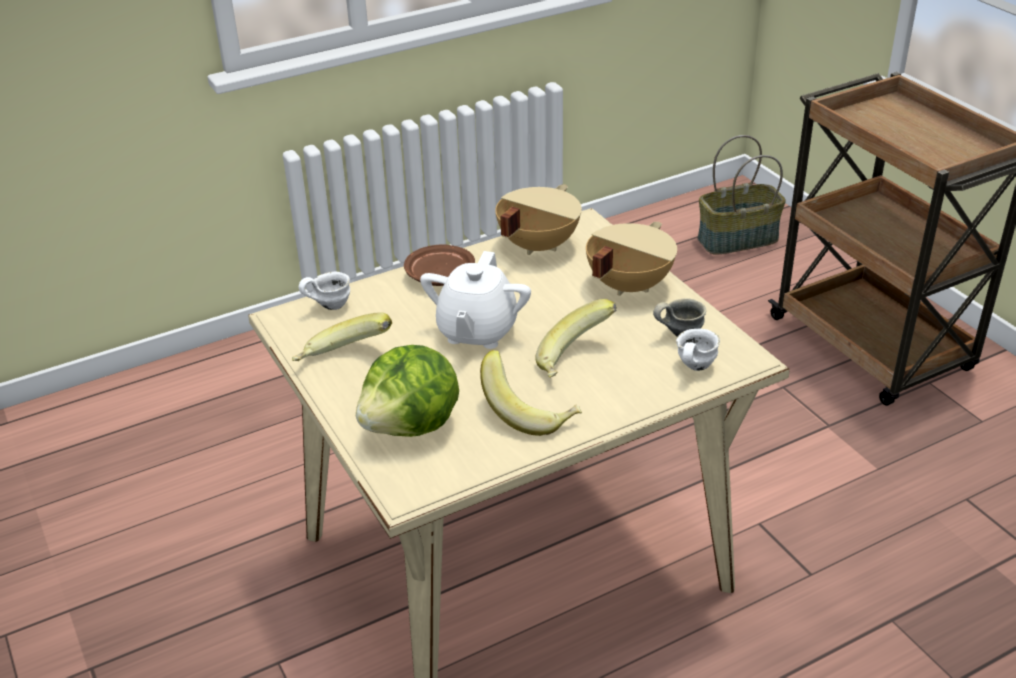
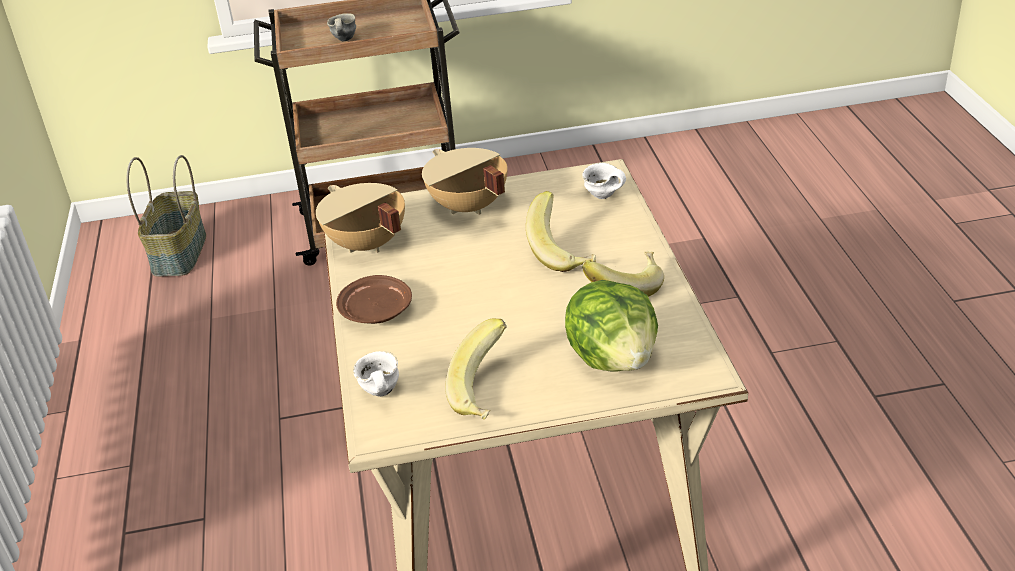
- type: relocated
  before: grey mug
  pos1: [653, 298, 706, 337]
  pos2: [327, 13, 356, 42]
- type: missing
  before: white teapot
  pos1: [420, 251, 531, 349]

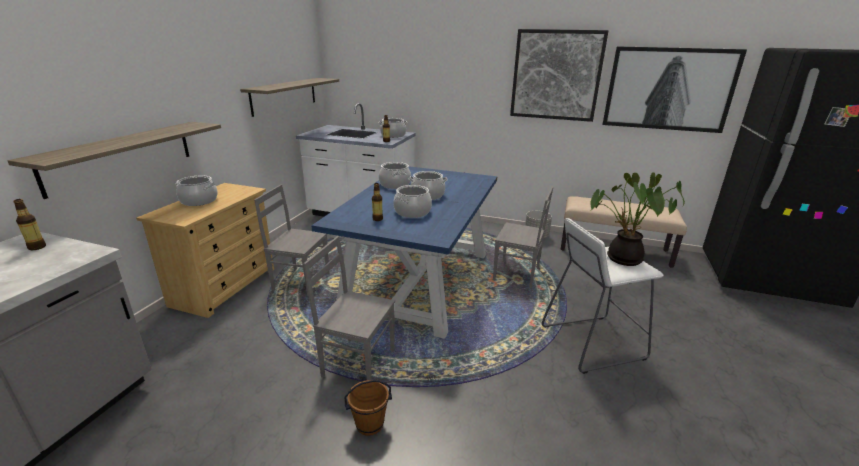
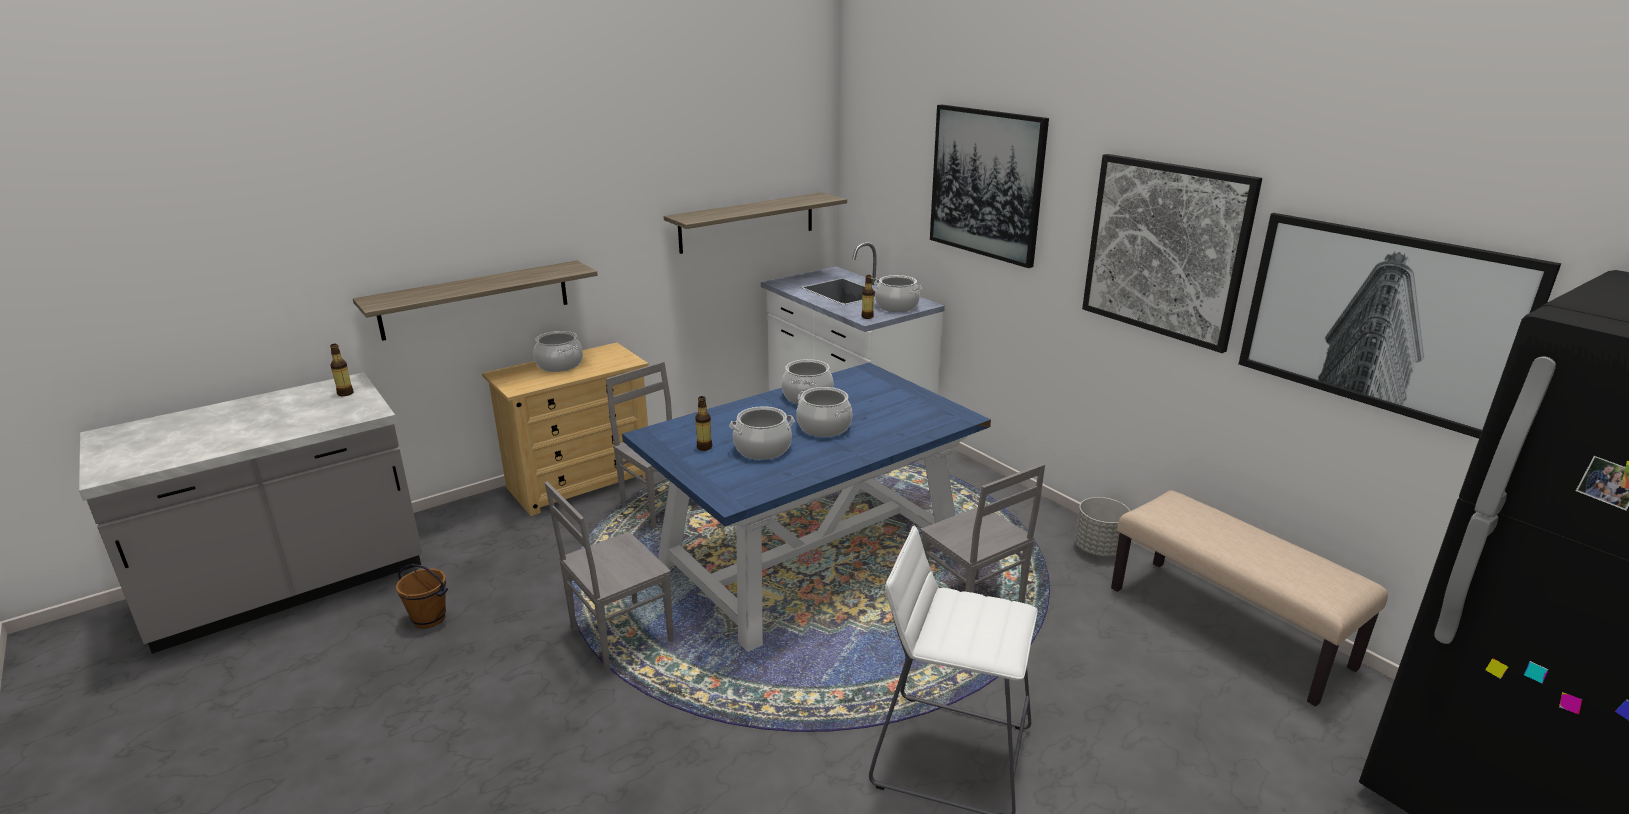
- type: relocated
  before: brown bucket
  pos1: [344, 380, 392, 436]
  pos2: [396, 564, 448, 629]
- type: spun
  before: grey chair
  pos1: [304, 236, 395, 380]
  pos2: [545, 482, 674, 672]
  turn: -90
- type: appeared
  after: picture
  pos2: [930, 105, 1049, 268]
- type: missing
  before: potted plant
  pos1: [590, 172, 685, 266]

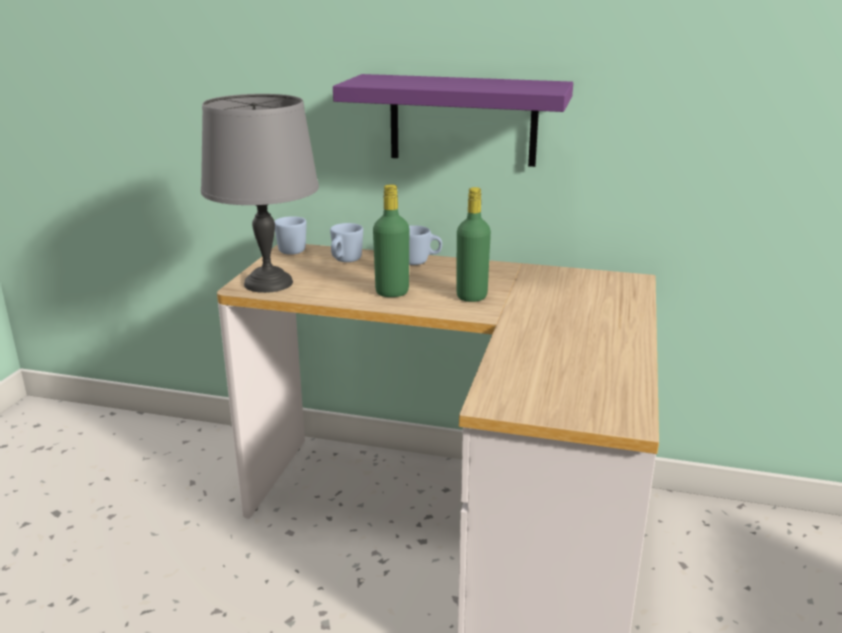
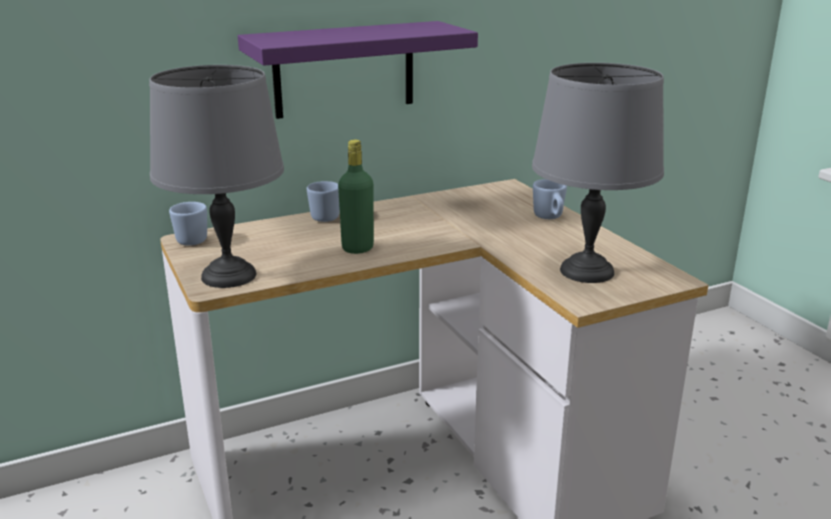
- type: appeared
  after: grey table lamp
  pos2: [532, 63, 664, 283]
- type: relocated
  before: blue mug
  pos1: [330, 223, 363, 262]
  pos2: [533, 179, 567, 219]
- type: missing
  before: green bottle
  pos1: [456, 187, 491, 302]

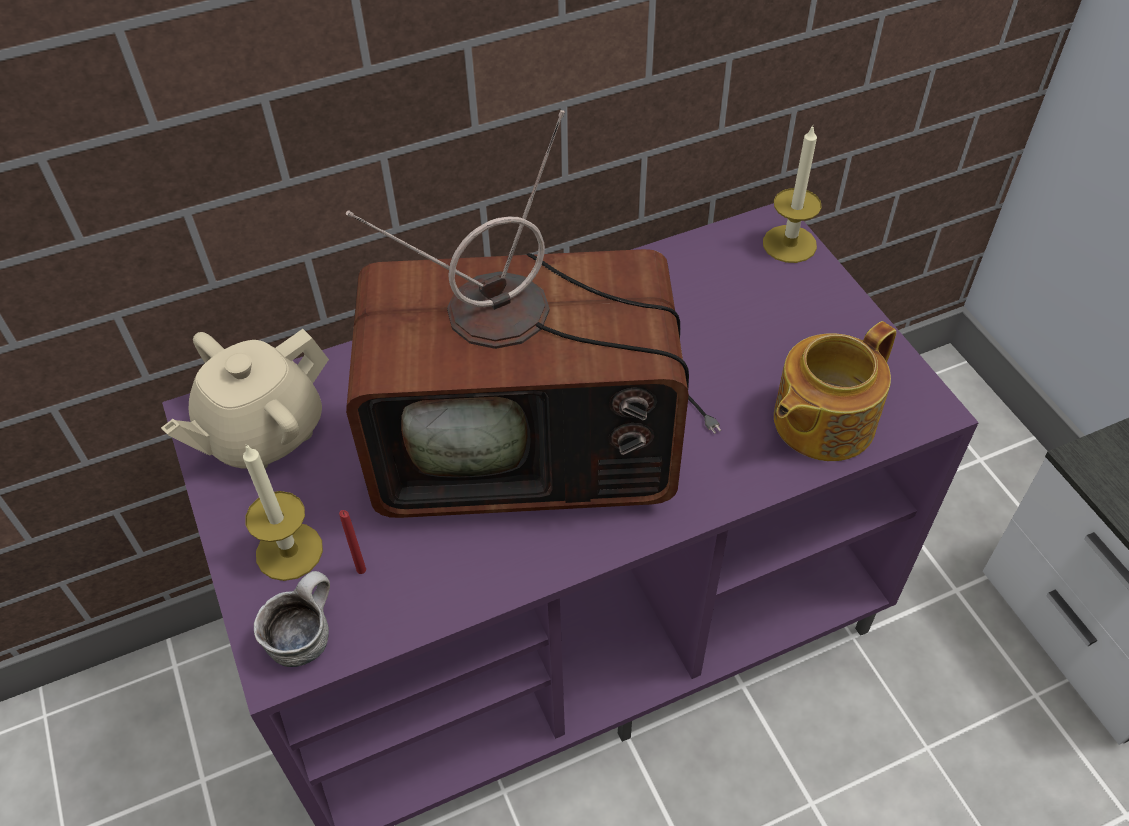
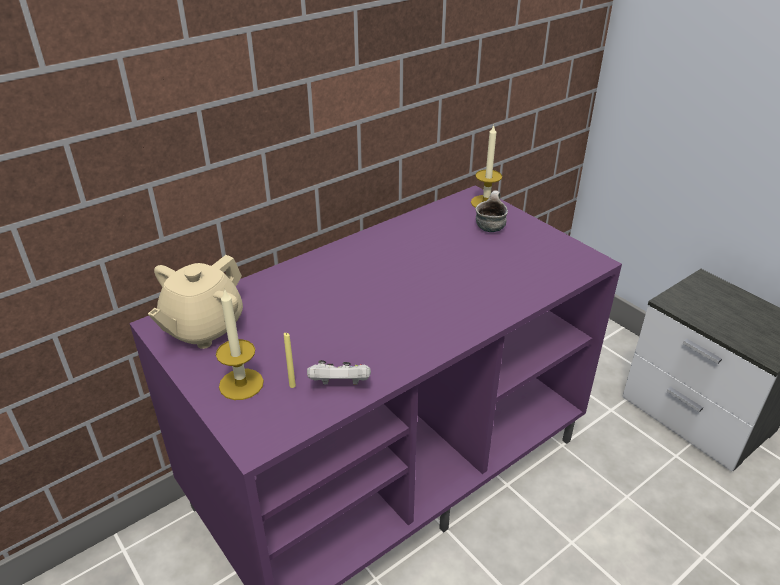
- type: colour
  before: red candle
  after: yellow candle
  pos1: [339, 510, 366, 574]
  pos2: [284, 333, 296, 388]
- type: appeared
  after: white game controller
  pos2: [307, 360, 371, 385]
- type: relocated
  before: mug
  pos1: [254, 571, 330, 667]
  pos2: [475, 191, 508, 232]
- type: missing
  before: television
  pos1: [346, 110, 721, 518]
- type: missing
  before: teapot
  pos1: [774, 321, 897, 461]

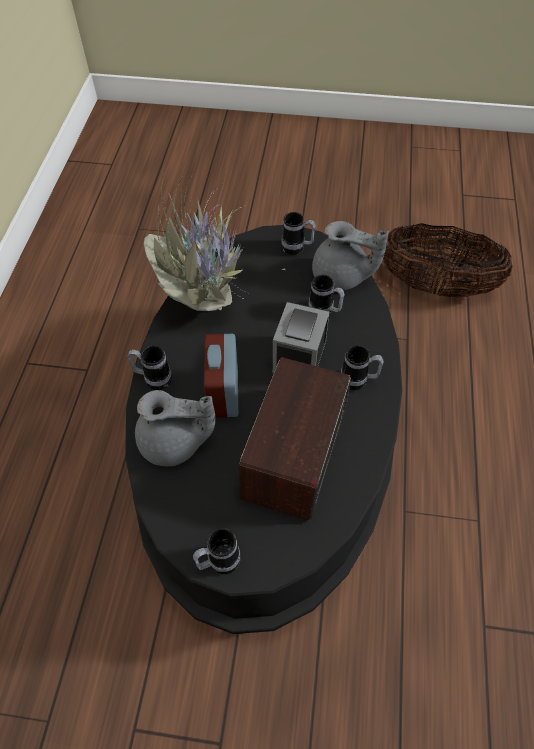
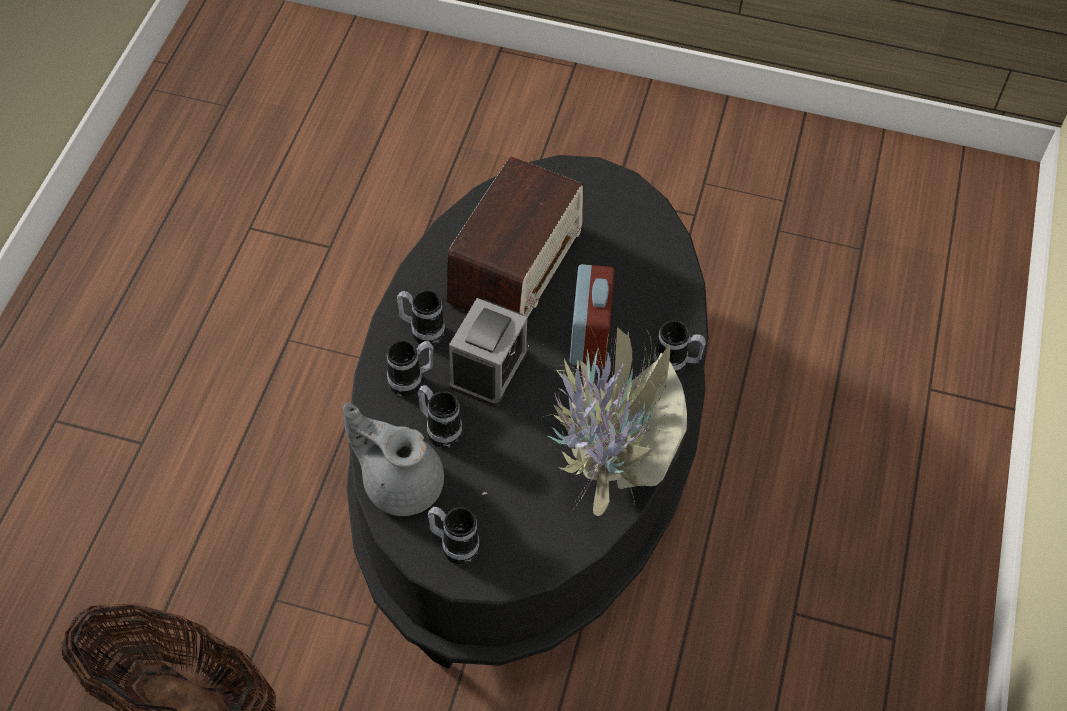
- type: relocated
  before: mug
  pos1: [193, 528, 240, 574]
  pos2: [387, 340, 433, 396]
- type: missing
  before: grey teapot
  pos1: [135, 390, 215, 466]

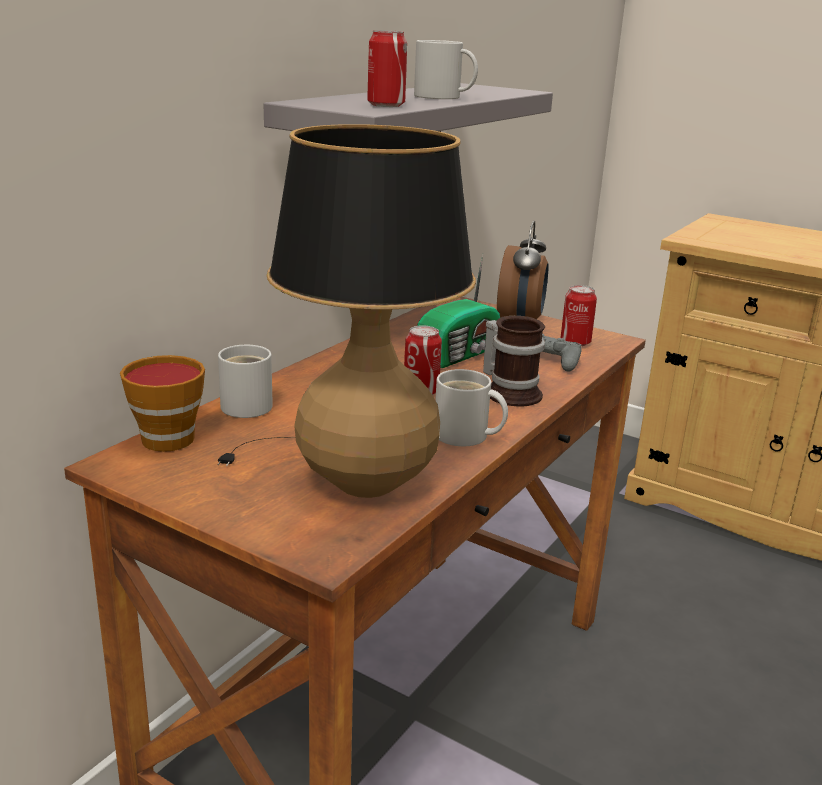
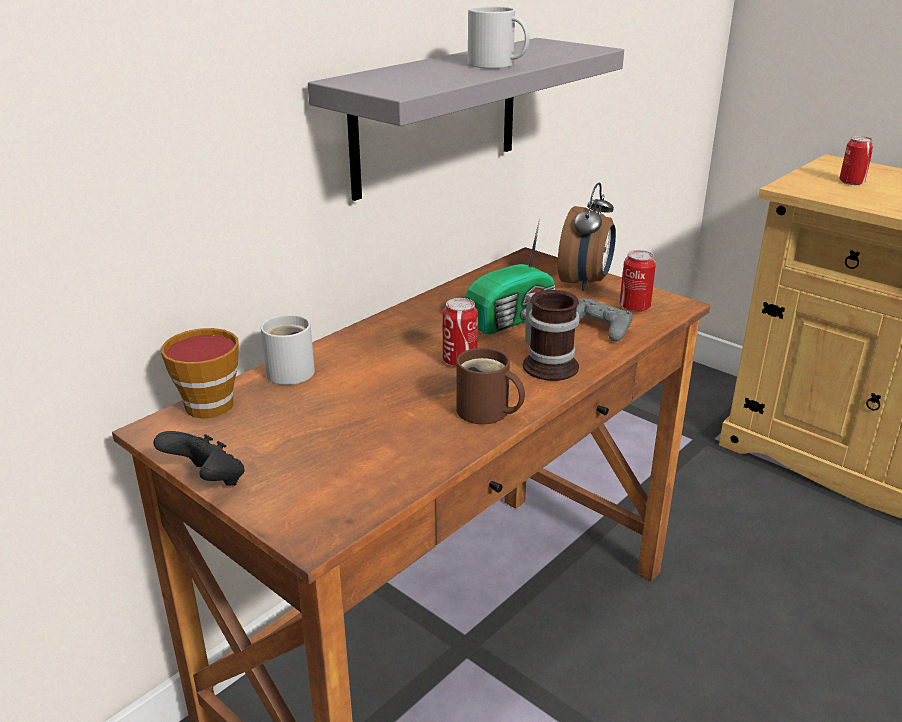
- type: appeared
  after: black game controller
  pos2: [153, 431, 245, 486]
- type: colour
  before: white mug
  after: brown mug
  pos1: [435, 369, 508, 446]
  pos2: [456, 348, 525, 424]
- type: relocated
  before: can
  pos1: [367, 30, 407, 107]
  pos2: [839, 136, 873, 185]
- type: missing
  before: table lamp
  pos1: [218, 124, 476, 498]

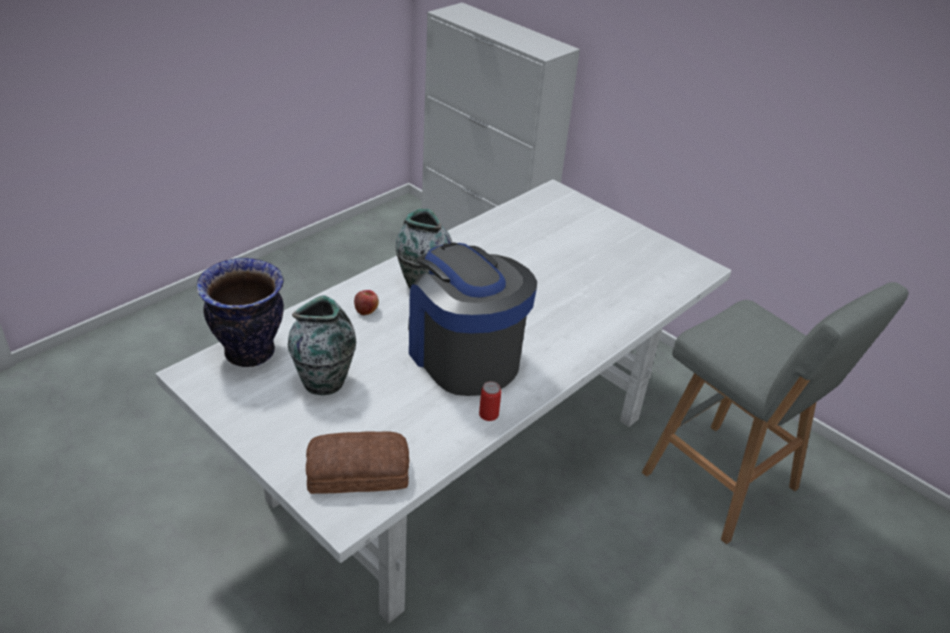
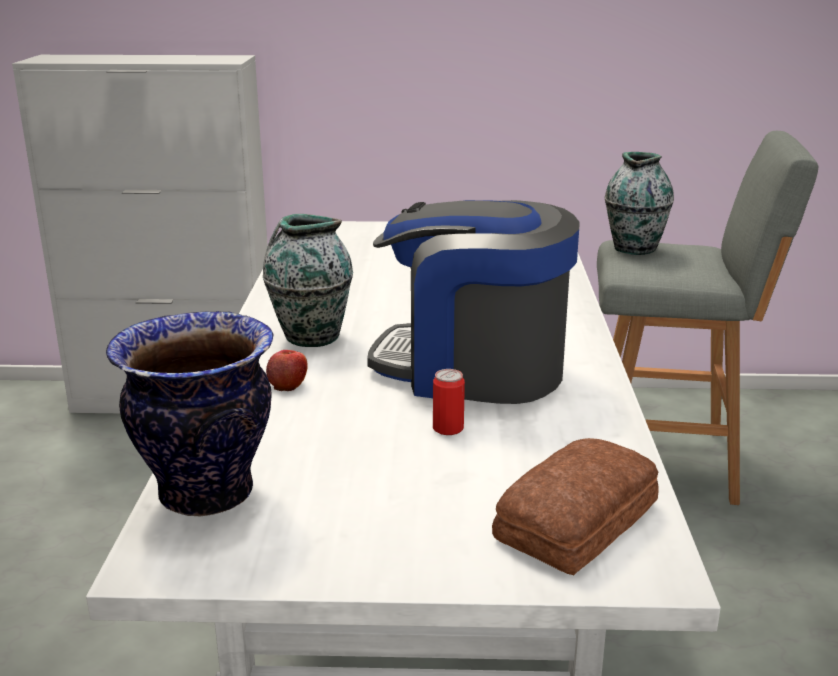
- type: relocated
  before: can
  pos1: [479, 381, 501, 421]
  pos2: [433, 369, 465, 435]
- type: relocated
  before: vase
  pos1: [288, 295, 356, 395]
  pos2: [605, 152, 674, 255]

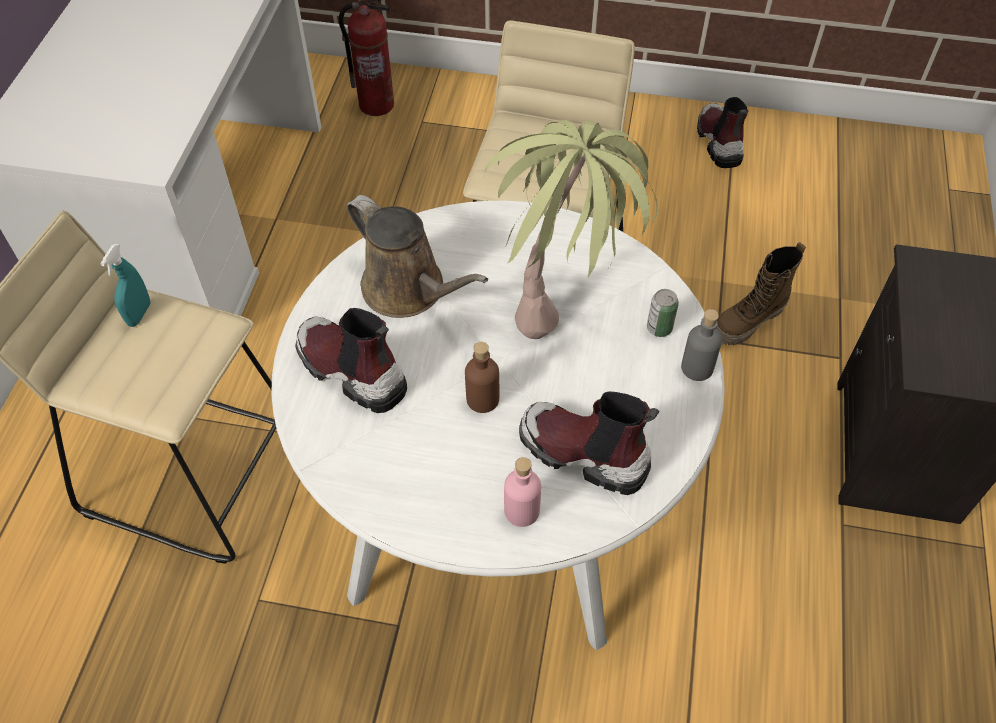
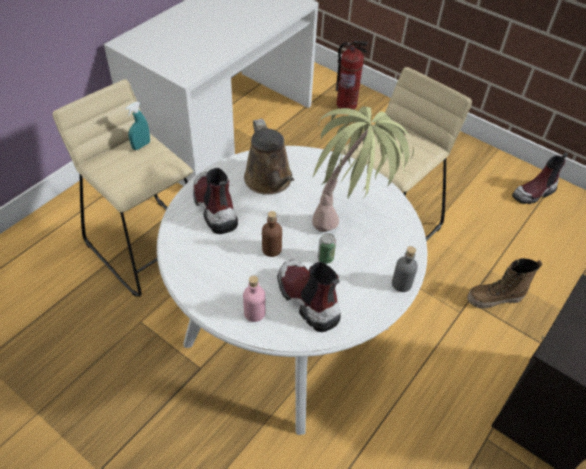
- type: relocated
  before: can
  pos1: [647, 289, 679, 337]
  pos2: [318, 233, 336, 264]
- type: spun
  before: boot
  pos1: [697, 97, 748, 168]
  pos2: [512, 152, 568, 204]
  turn: -135

